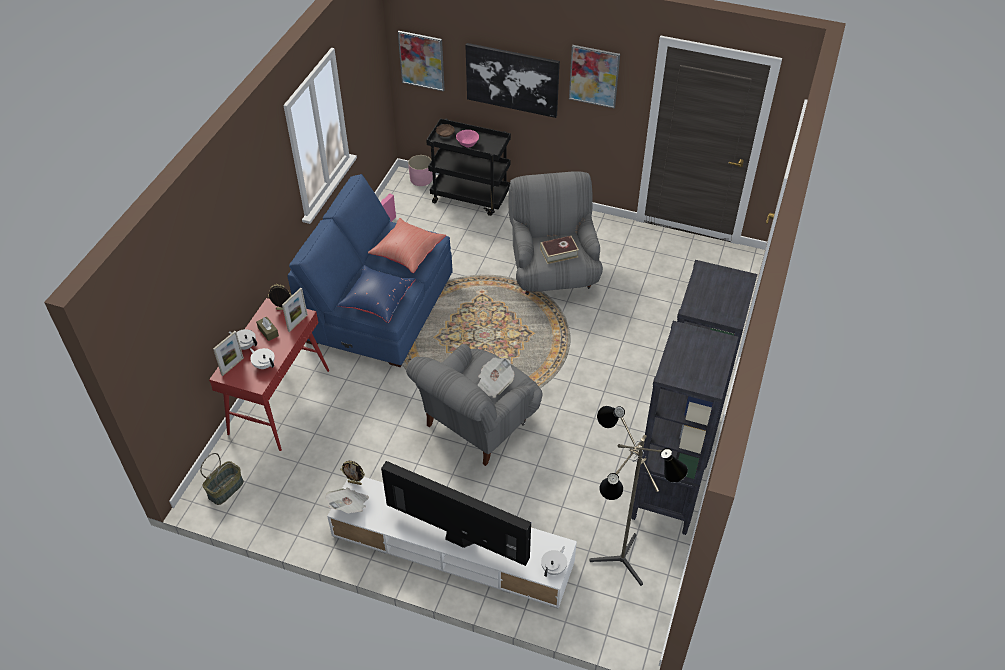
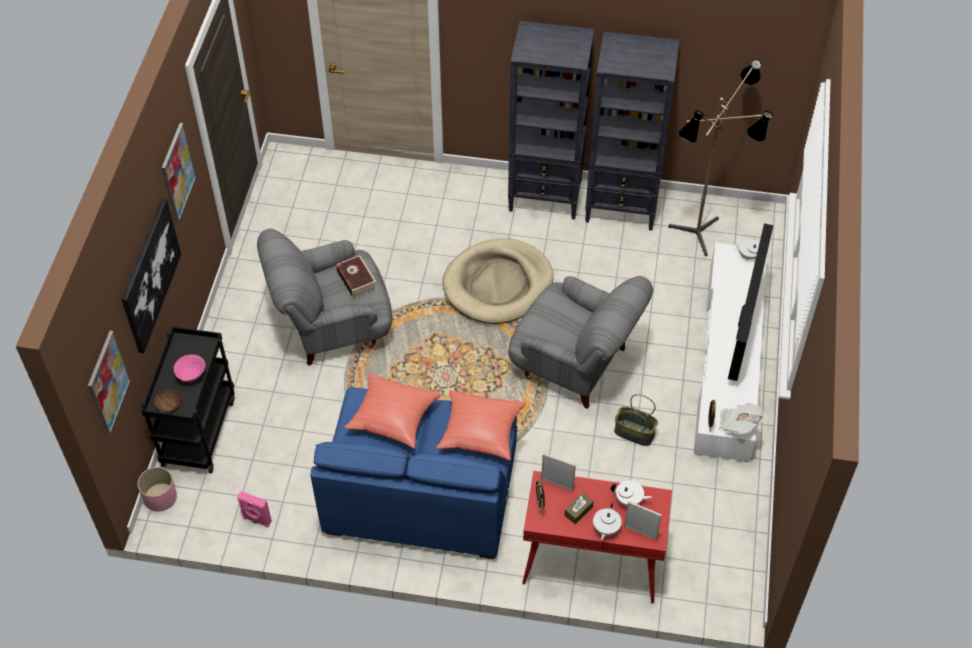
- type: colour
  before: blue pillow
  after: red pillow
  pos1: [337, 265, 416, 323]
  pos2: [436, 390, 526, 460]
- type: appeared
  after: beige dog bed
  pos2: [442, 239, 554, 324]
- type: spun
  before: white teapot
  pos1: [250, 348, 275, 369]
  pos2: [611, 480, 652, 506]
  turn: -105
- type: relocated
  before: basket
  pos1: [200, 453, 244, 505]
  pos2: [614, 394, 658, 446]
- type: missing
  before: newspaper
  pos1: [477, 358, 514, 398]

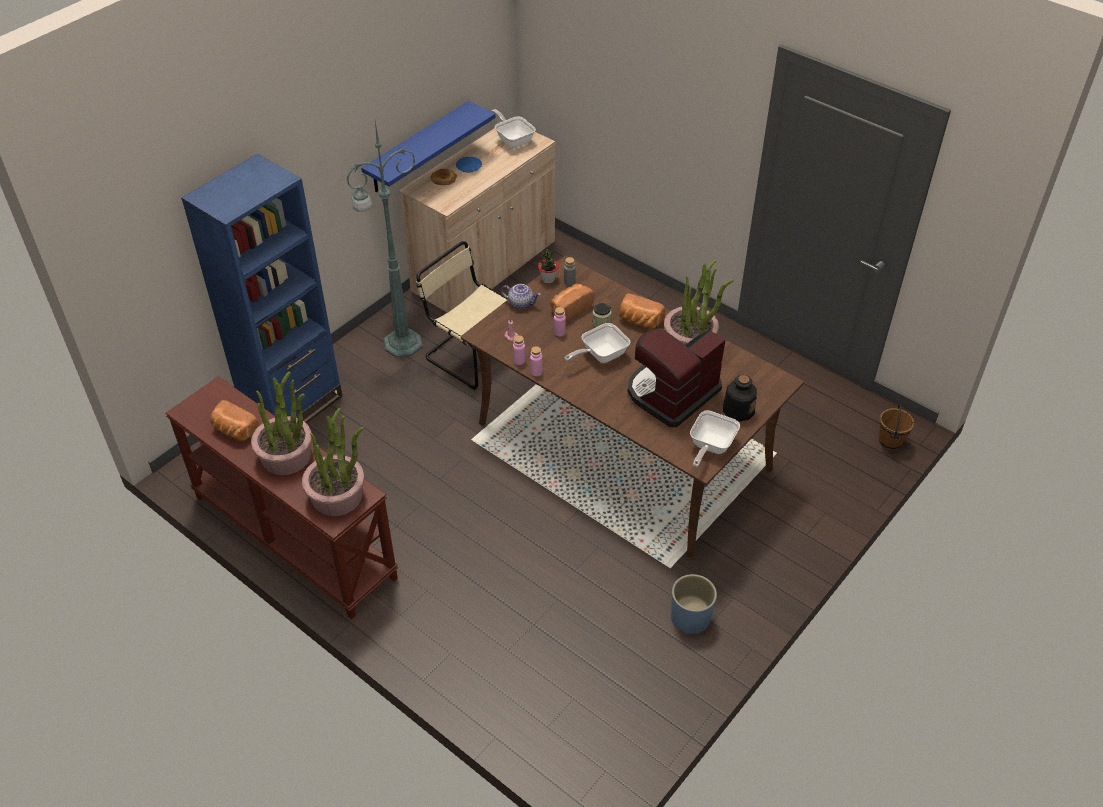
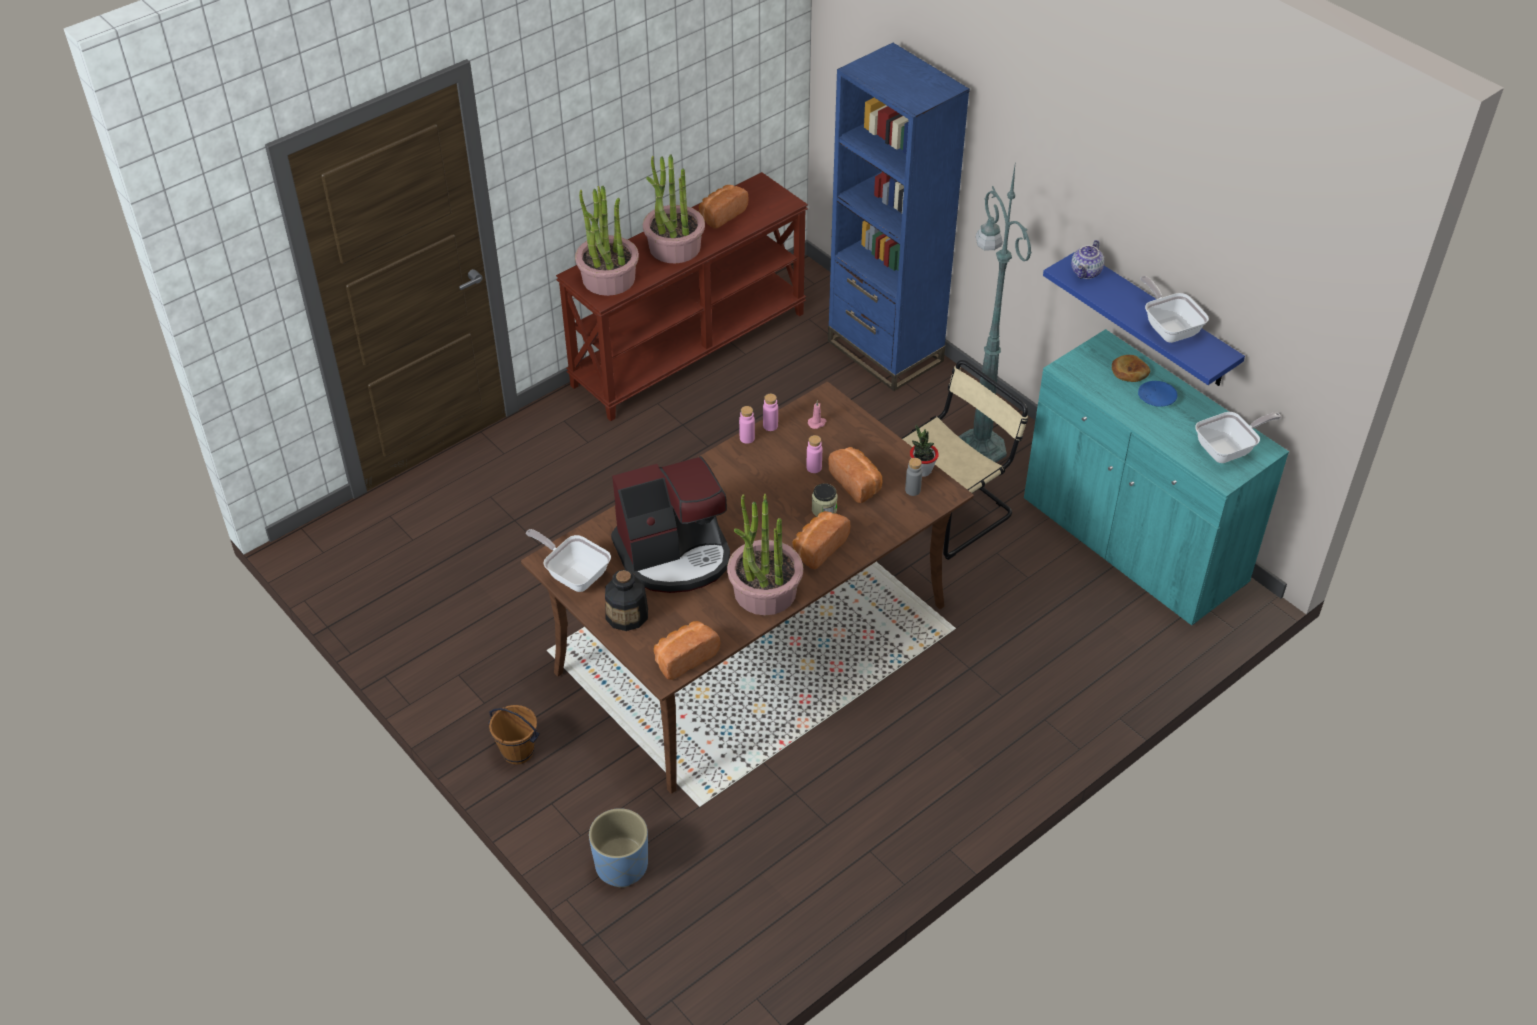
- type: relocated
  before: brown bucket
  pos1: [879, 404, 914, 451]
  pos2: [488, 705, 540, 765]
- type: relocated
  before: blue planter
  pos1: [671, 574, 717, 634]
  pos2: [589, 808, 648, 888]
- type: spun
  before: coffee machine
  pos1: [627, 329, 725, 427]
  pos2: [611, 456, 730, 593]
  turn: 105
- type: appeared
  after: bread
  pos2: [654, 621, 720, 680]
- type: colour
  before: beige cabinet
  after: turquoise cabinet
  pos1: [399, 128, 555, 313]
  pos2: [1024, 329, 1289, 625]
- type: relocated
  before: teapot
  pos1: [501, 284, 541, 309]
  pos2: [1071, 240, 1104, 279]
- type: relocated
  before: frying pan
  pos1: [565, 323, 630, 363]
  pos2: [1140, 276, 1209, 343]

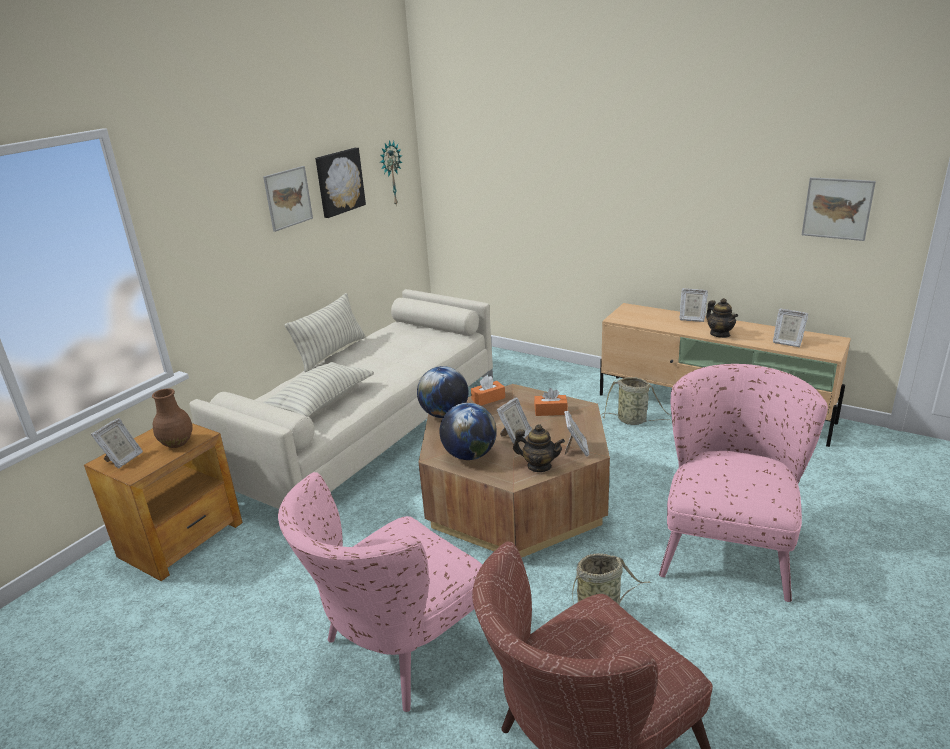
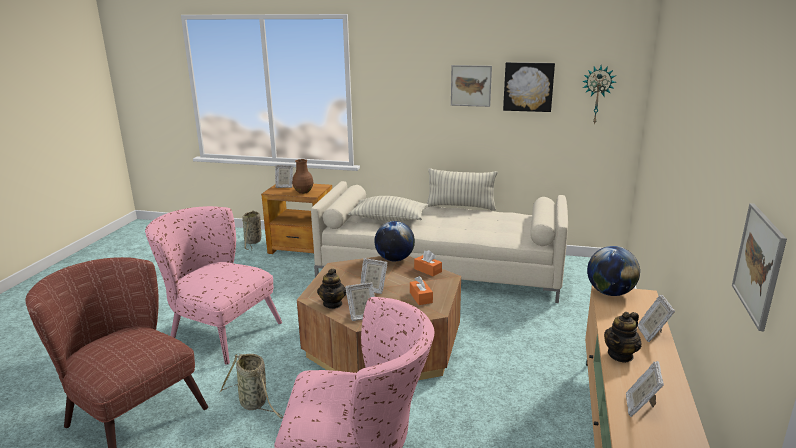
- type: relocated
  before: basket
  pos1: [602, 377, 672, 425]
  pos2: [242, 210, 261, 250]
- type: relocated
  before: globe
  pos1: [439, 403, 497, 460]
  pos2: [587, 246, 640, 296]

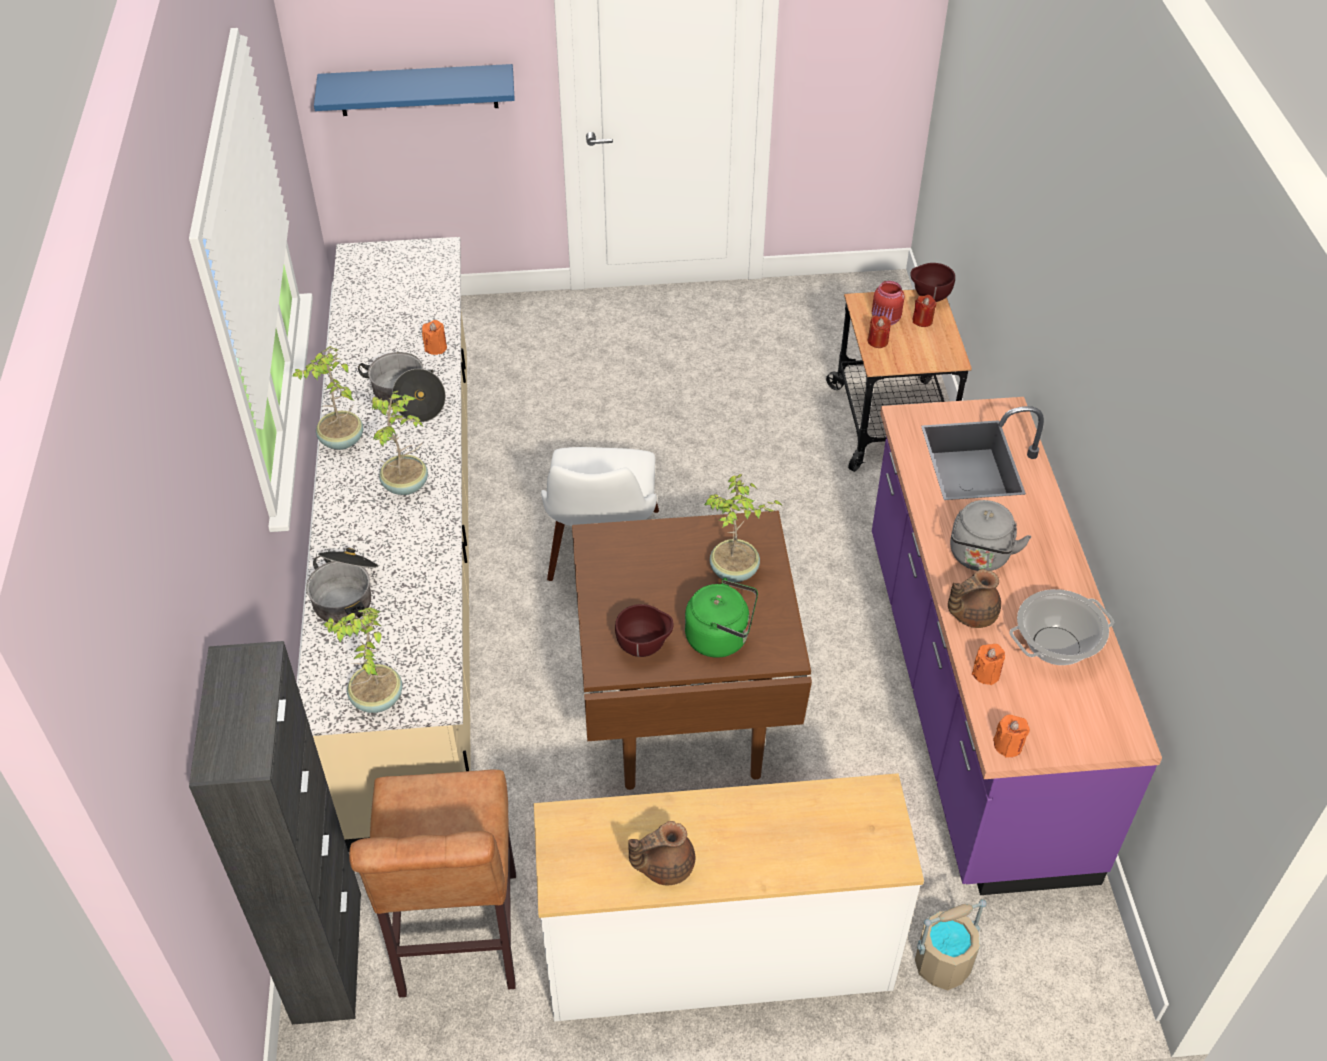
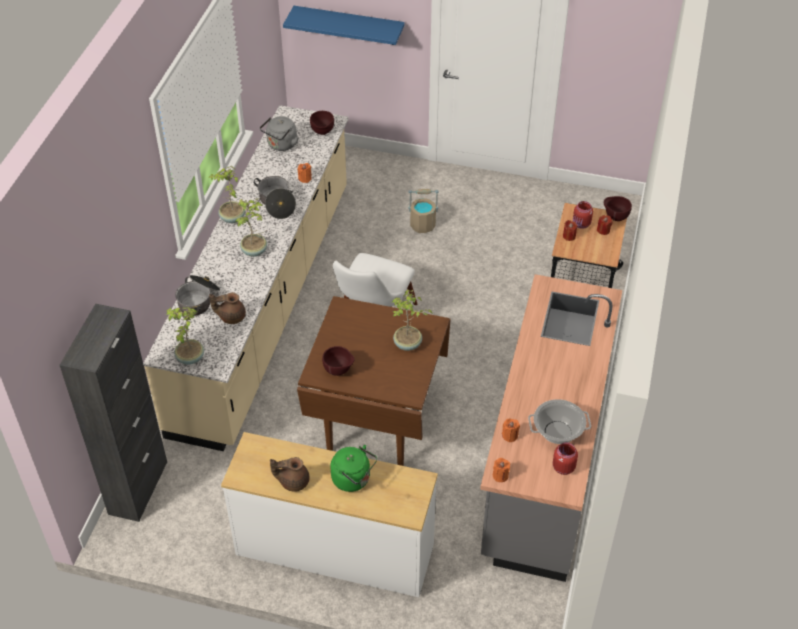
- type: relocated
  before: brown teapot
  pos1: [948, 569, 1001, 628]
  pos2: [209, 292, 246, 324]
- type: relocated
  before: grey kettle
  pos1: [950, 500, 1031, 571]
  pos2: [260, 116, 298, 151]
- type: appeared
  after: brown bowl
  pos2: [310, 111, 334, 135]
- type: relocated
  before: green kettle
  pos1: [685, 578, 758, 658]
  pos2: [330, 445, 377, 492]
- type: relocated
  before: beige bucket
  pos1: [915, 900, 987, 990]
  pos2: [408, 189, 439, 233]
- type: colour
  before: purple counter
  after: grey counter
  pos1: [872, 397, 1162, 895]
  pos2: [480, 274, 622, 582]
- type: appeared
  after: red jar
  pos2: [553, 442, 578, 475]
- type: missing
  before: brown stool
  pos1: [349, 770, 516, 998]

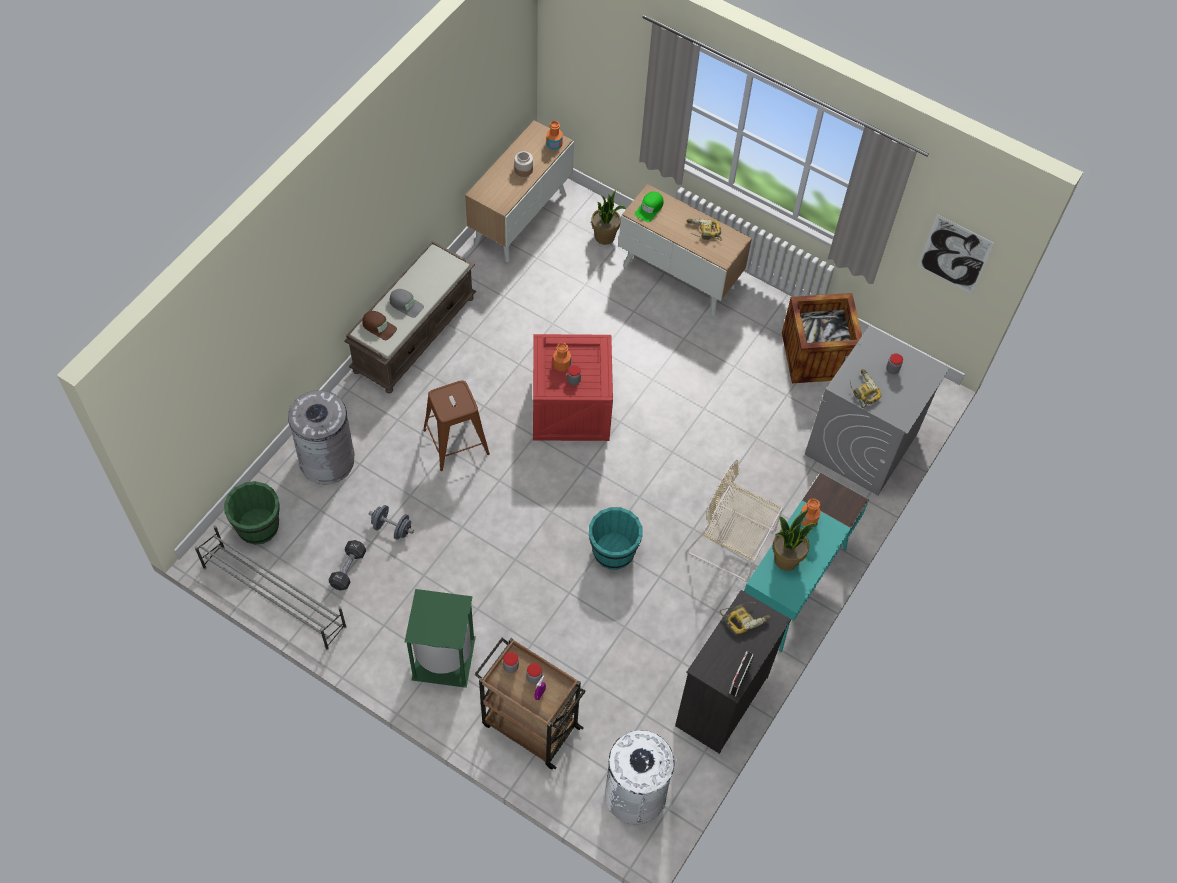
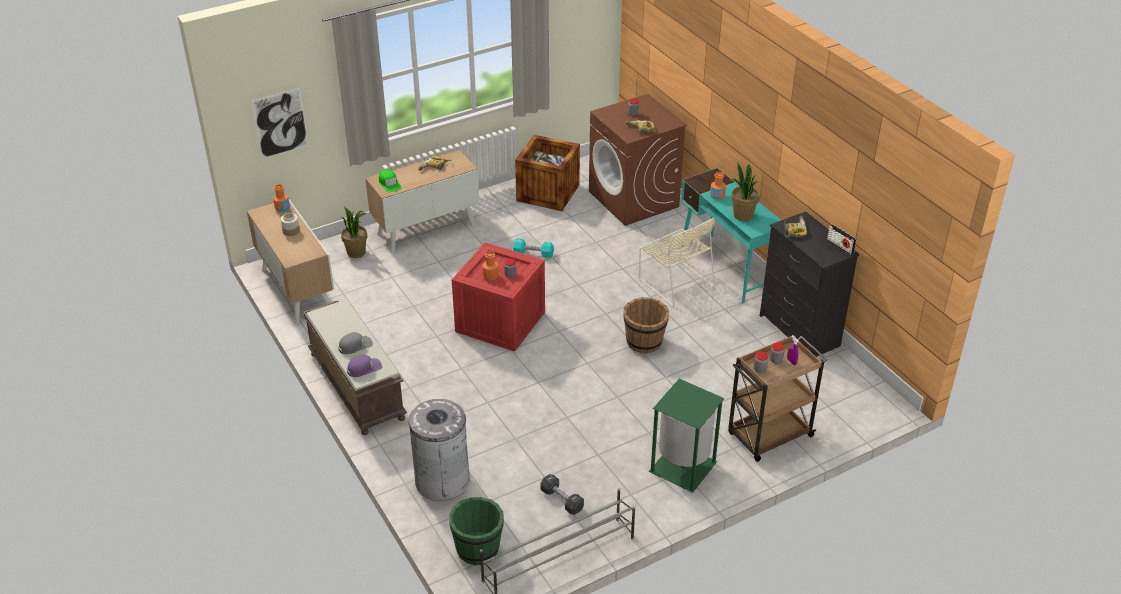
- type: relocated
  before: picture
  pos1: [918, 215, 994, 294]
  pos2: [251, 88, 309, 159]
- type: colour
  before: brown cap
  after: purple cap
  pos1: [362, 311, 397, 340]
  pos2: [347, 355, 382, 377]
- type: appeared
  after: turquoise dumbbell
  pos2: [513, 239, 554, 258]
- type: colour
  before: grey washing machine
  after: brown washing machine
  pos1: [805, 326, 949, 495]
  pos2: [589, 94, 687, 226]
- type: colour
  before: turquoise bucket
  after: brown bucket
  pos1: [589, 507, 642, 570]
  pos2: [623, 297, 669, 354]
- type: spun
  before: beige chair
  pos1: [687, 459, 783, 582]
  pos2: [639, 218, 715, 306]
  turn: -90
- type: missing
  before: grey dumbbell
  pos1: [369, 505, 414, 540]
- type: missing
  before: brown stool
  pos1: [423, 380, 490, 471]
- type: missing
  before: white trash can
  pos1: [605, 730, 677, 824]

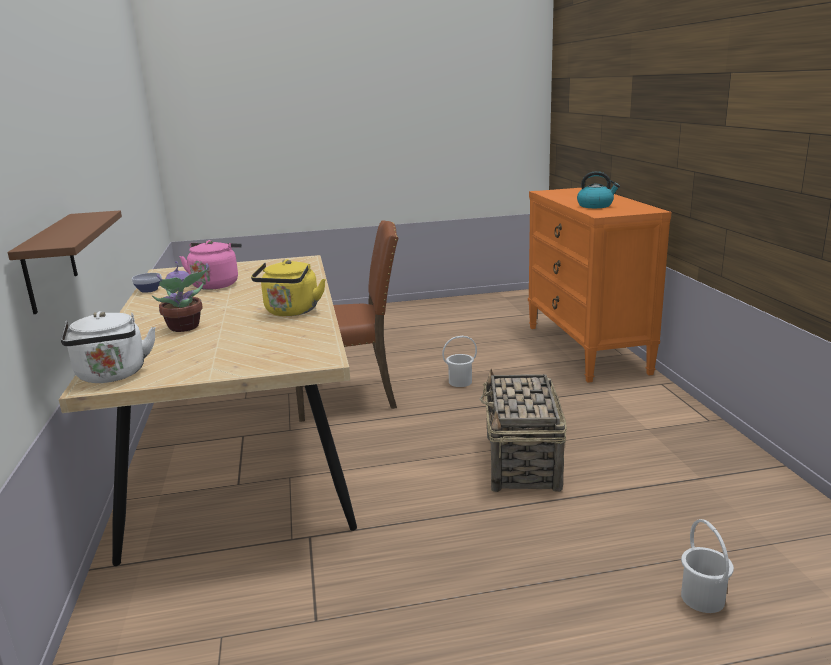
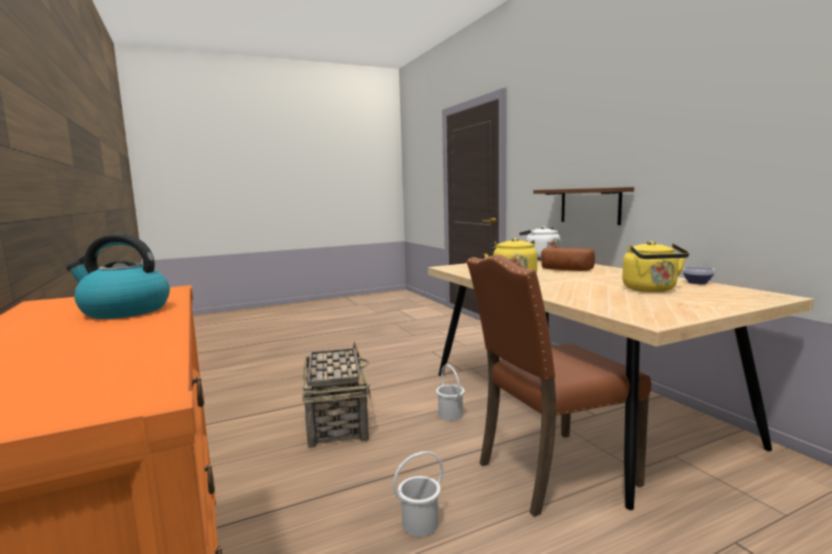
- type: relocated
  before: white bucket
  pos1: [681, 519, 734, 613]
  pos2: [436, 365, 465, 421]
- type: exchanged
  before: potted plant
  after: bread
  pos1: [152, 261, 208, 332]
  pos2: [541, 247, 595, 271]
- type: colour
  before: pink kettle
  after: yellow kettle
  pos1: [180, 240, 242, 290]
  pos2: [622, 241, 689, 292]

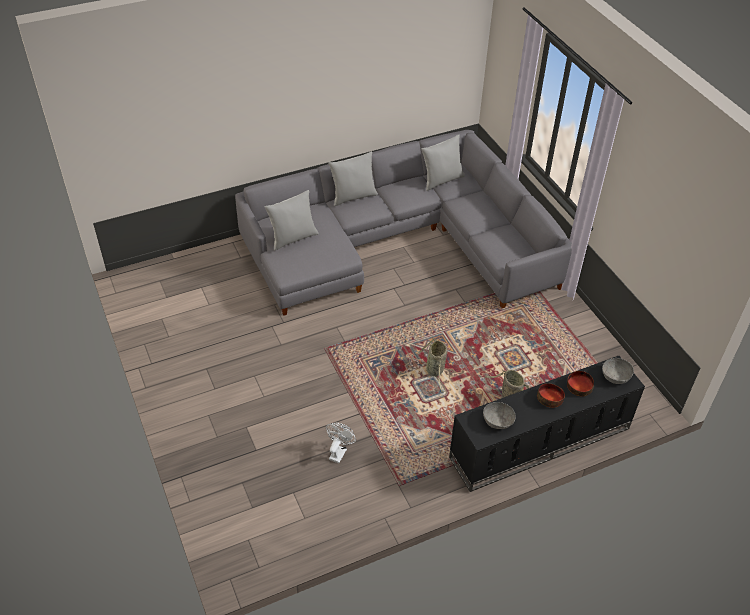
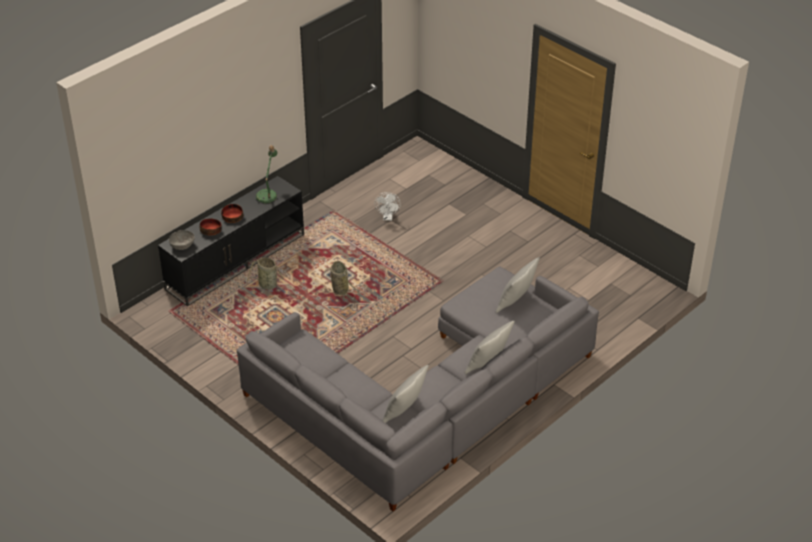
- type: exchanged
  before: grey bowl
  after: table lamp
  pos1: [483, 402, 516, 429]
  pos2: [255, 145, 278, 204]

